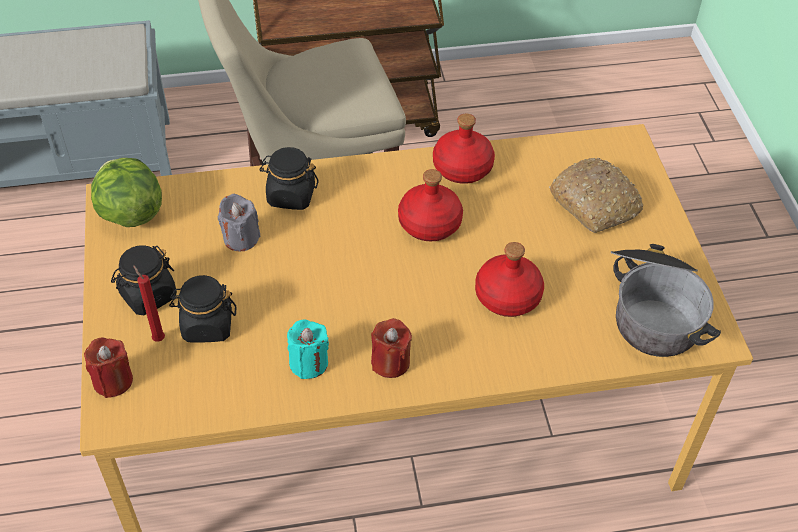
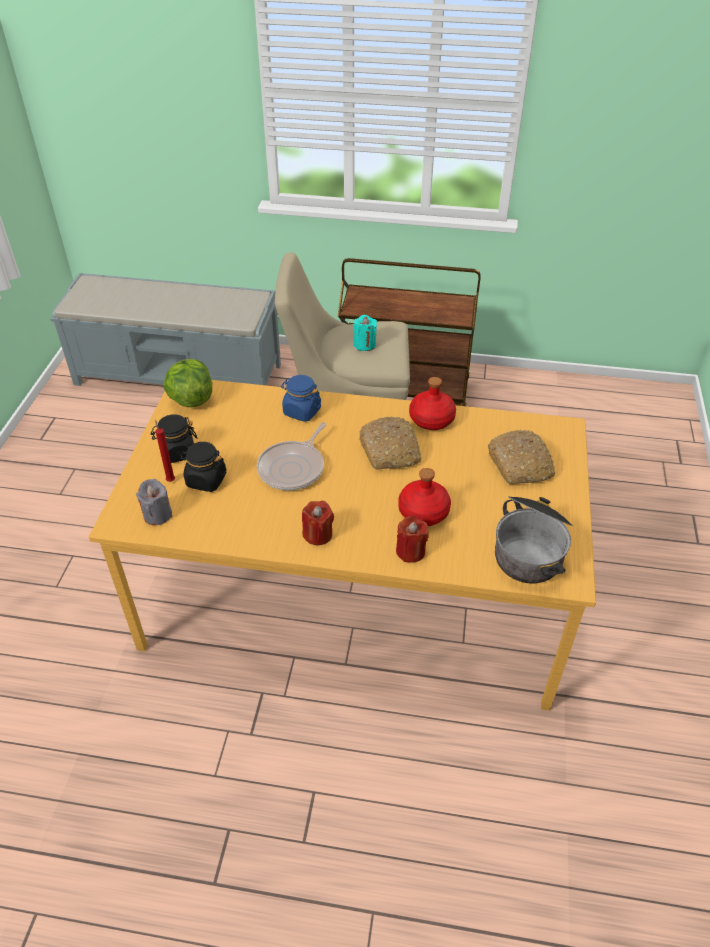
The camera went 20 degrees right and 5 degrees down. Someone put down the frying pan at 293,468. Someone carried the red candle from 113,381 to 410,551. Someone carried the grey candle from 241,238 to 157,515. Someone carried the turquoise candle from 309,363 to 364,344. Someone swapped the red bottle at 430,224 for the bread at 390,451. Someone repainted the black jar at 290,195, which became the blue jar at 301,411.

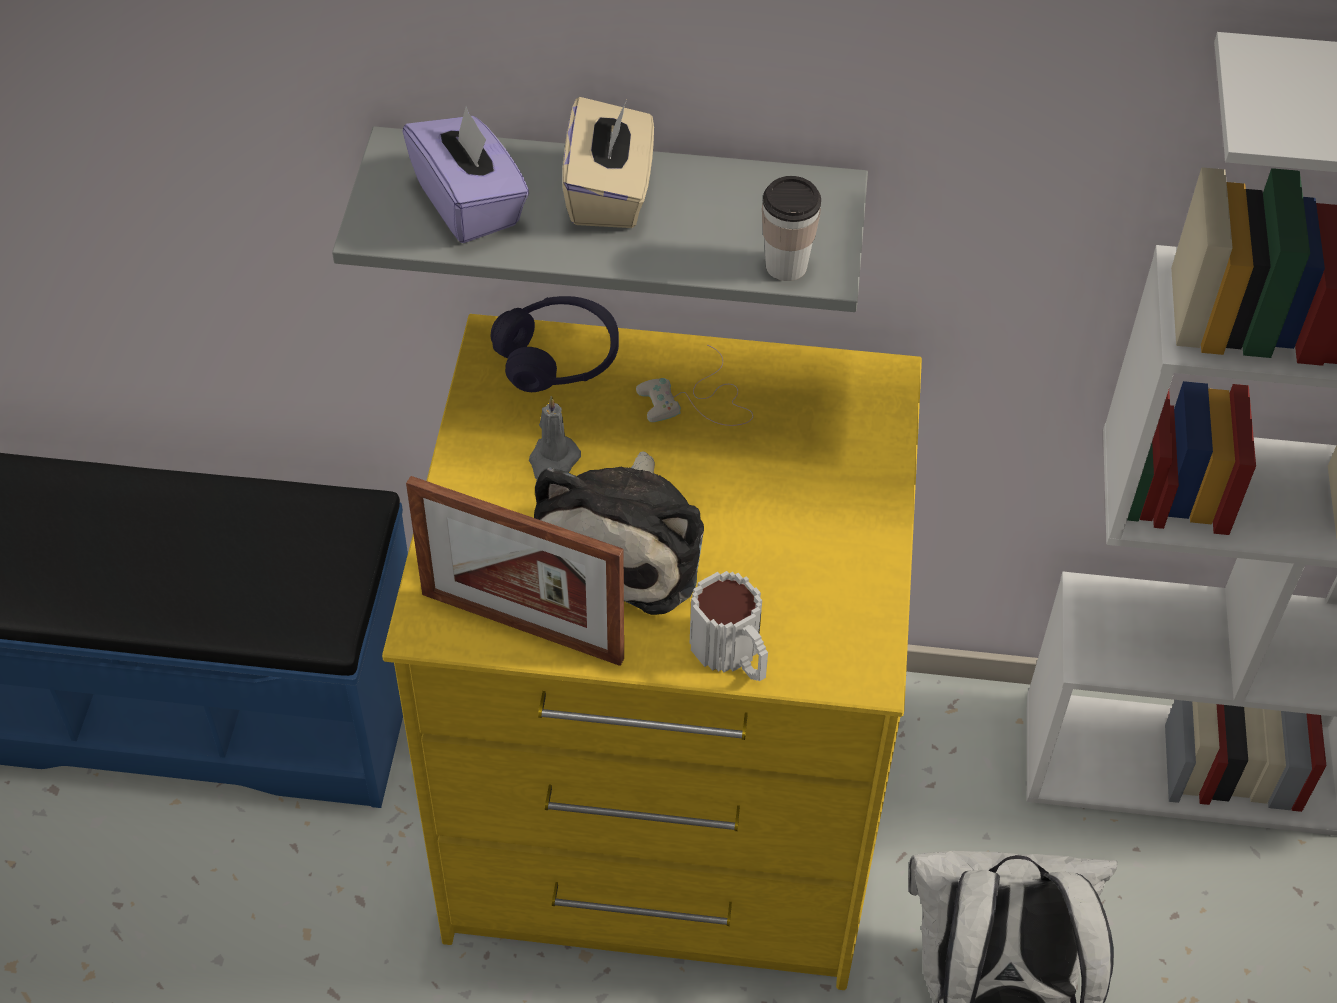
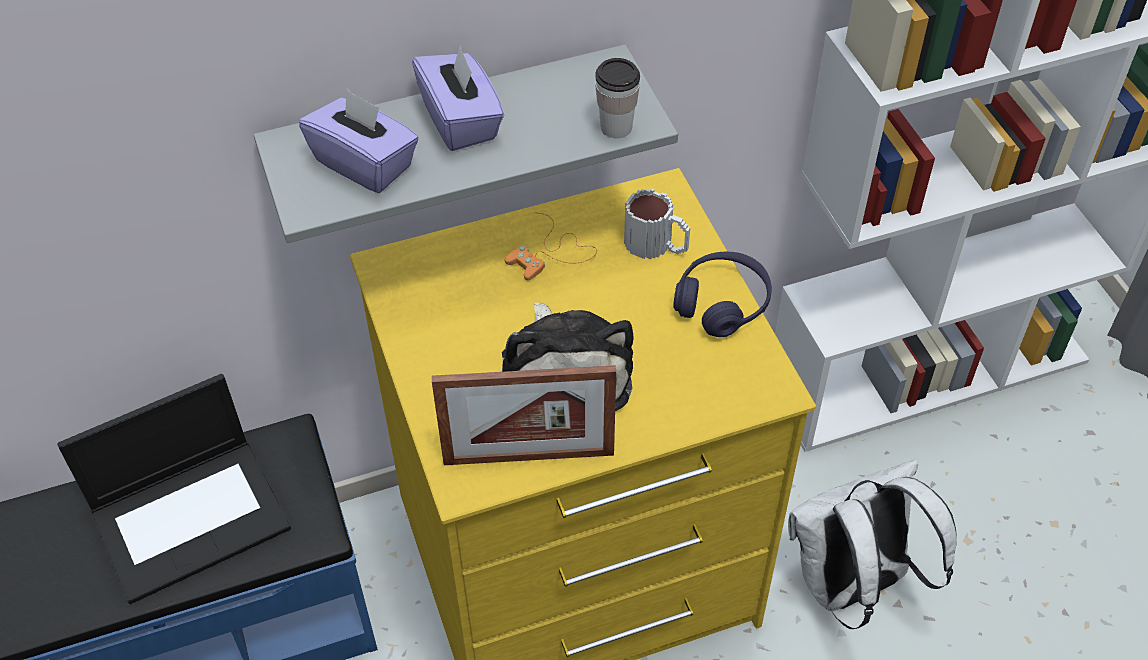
The camera went 25 degrees left and 0 degrees up. Someone took away the grey candle at 553,461. Someone put down the laptop at 192,517. Someone carried the purple headphones from 558,358 to 722,303. Someone carried the mug from 733,654 to 657,245. Someone repainted the beige tissue box at 610,193, which became the purple tissue box at 461,121. Someone repainted the white game controller at 699,401, which became the orange game controller at 552,253.

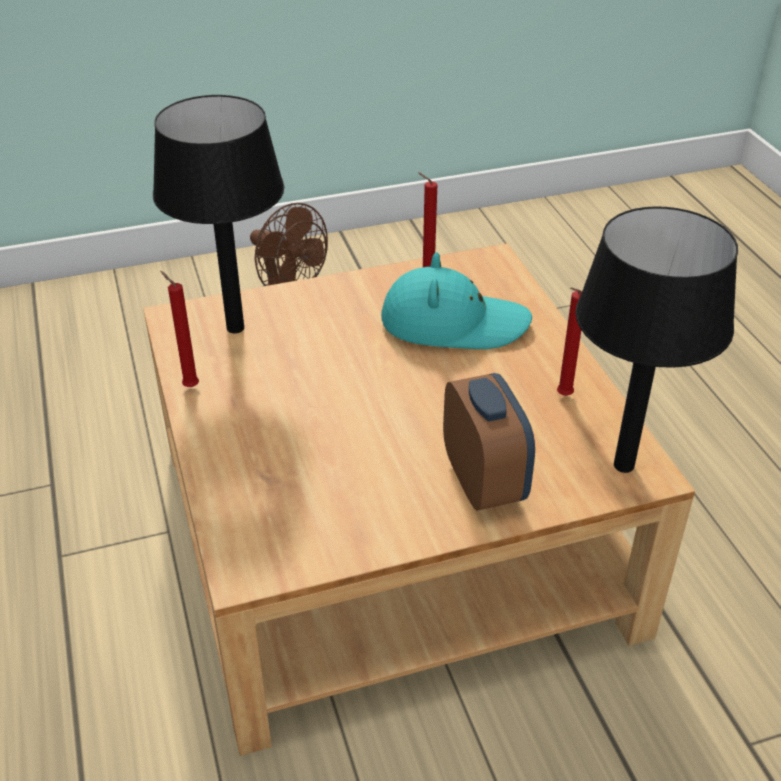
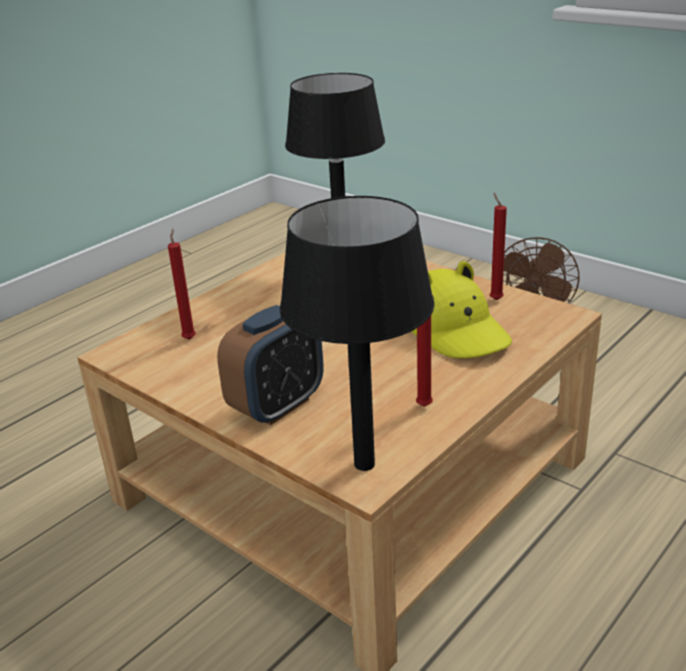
The camera went 60 degrees right and 10 degrees down. Someone carried the red candle from 189,386 to 189,338. Someone repainted the turquoise hat at 453,322, which became the yellow hat at 454,329.

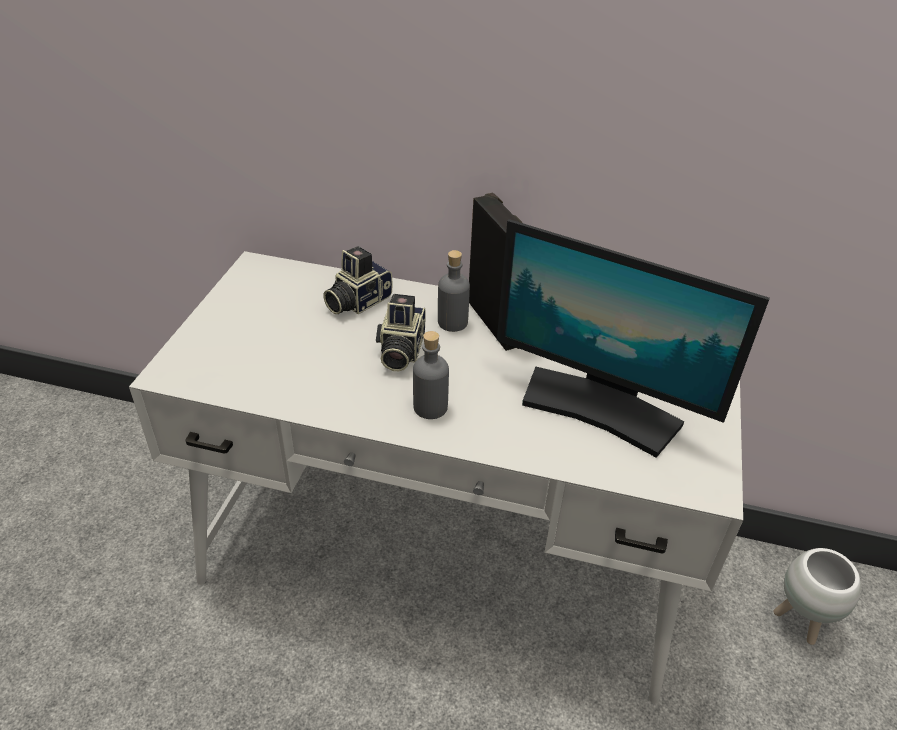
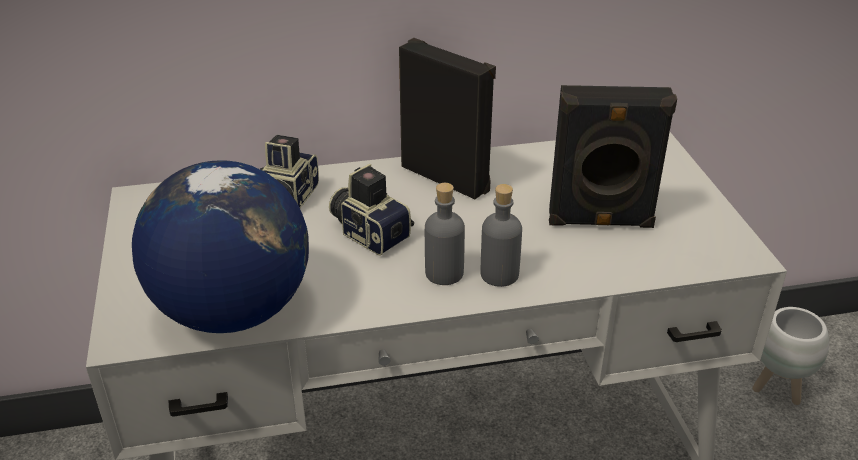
The camera went 25 degrees left and 5 degrees down. Someone put down the globe at 232,311. Someone carried the grey bottle from 452,322 to 499,274. Someone swapped the monitor at 600,408 for the black speaker at 600,222. Someone rotated the photo camera at 399,351 by 150 degrees clockwise.

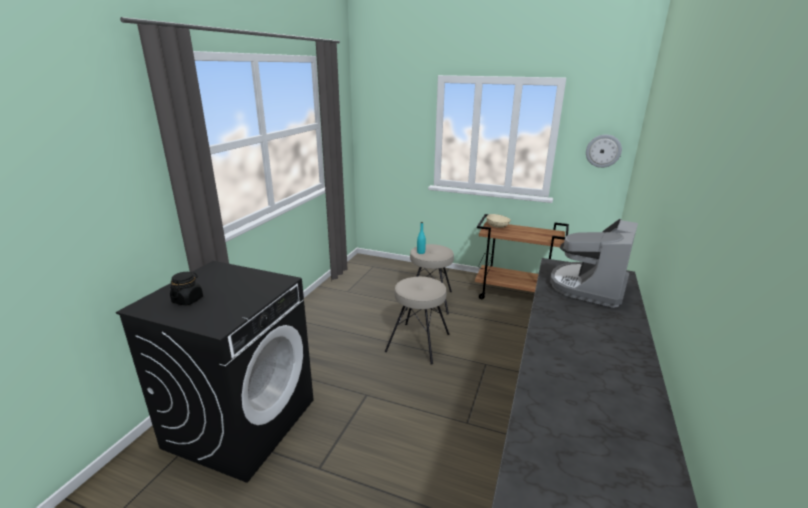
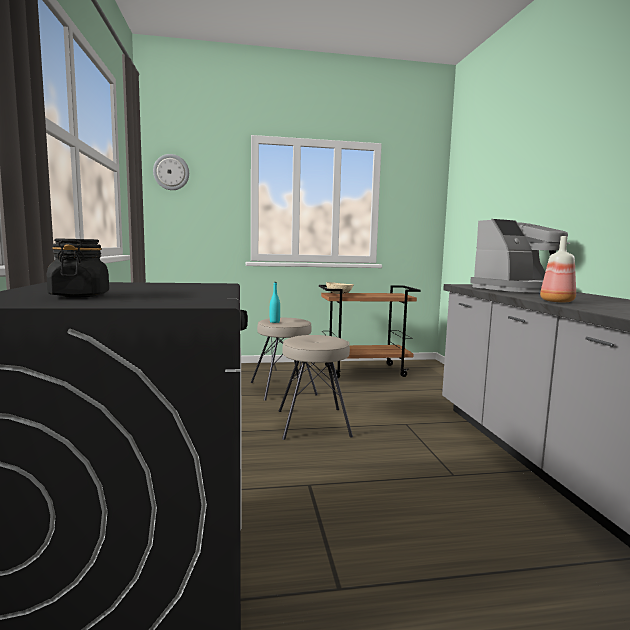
The camera went 30 degrees left and 15 degrees down. Someone put down the bottle at 557,301. Someone carried the wall clock from 603,151 to 171,172. Someone rotated the coffee machine at 589,286 by 120 degrees counterclockwise.

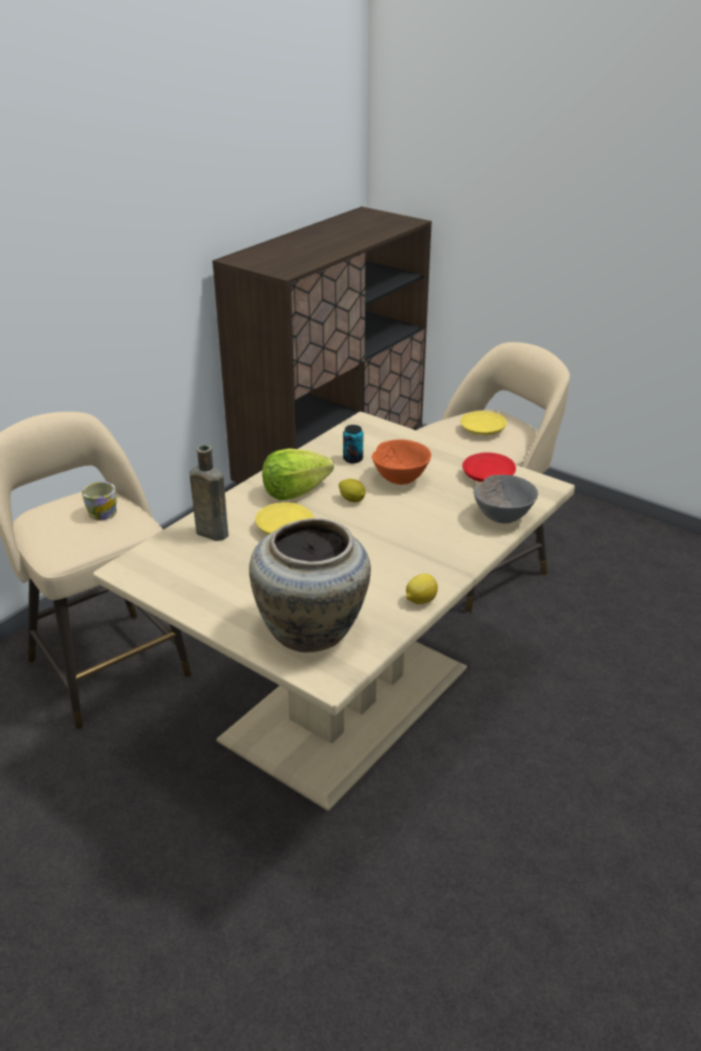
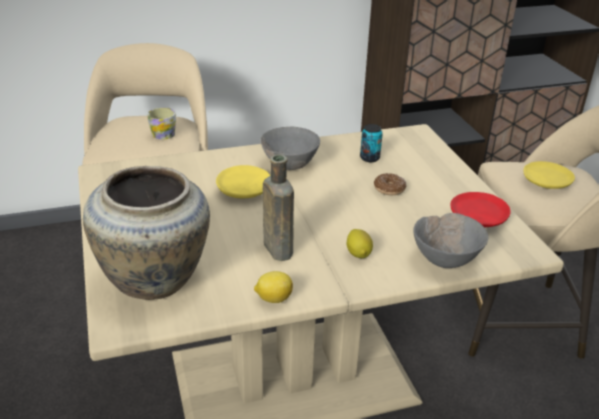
The camera went 35 degrees right and 0 degrees up. Someone carried the brown bottle from 210,532 to 277,248. Someone carried the lemon from 352,499 to 358,253. Someone swapped the lettuce at 295,491 for the grey bowl at 289,165. Someone swapped the orange bowl at 399,479 for the donut at 389,189.

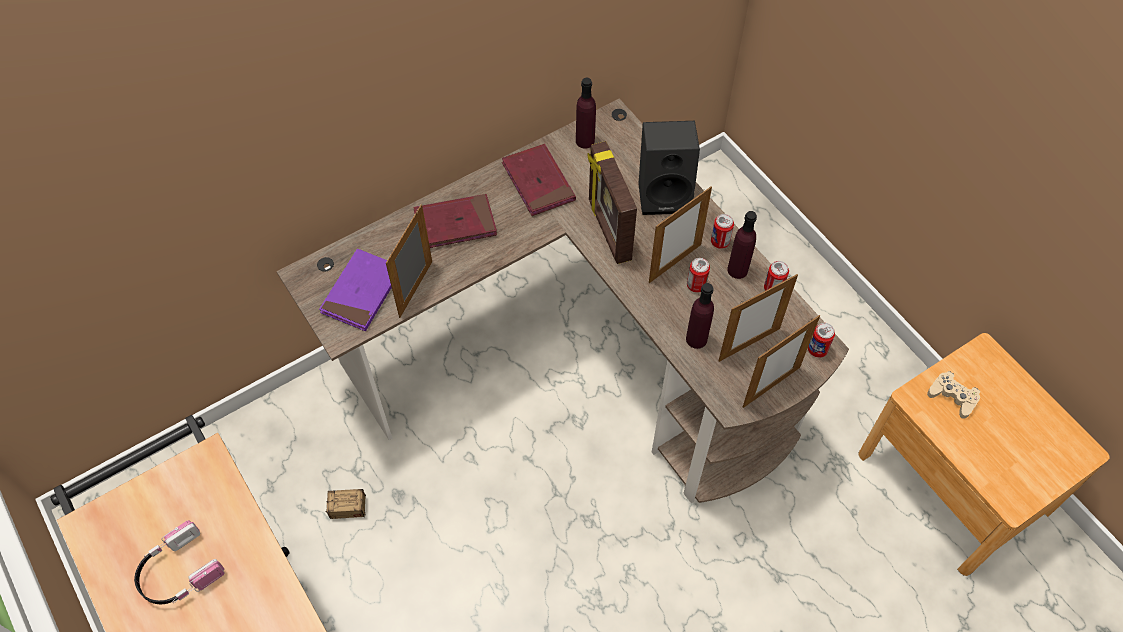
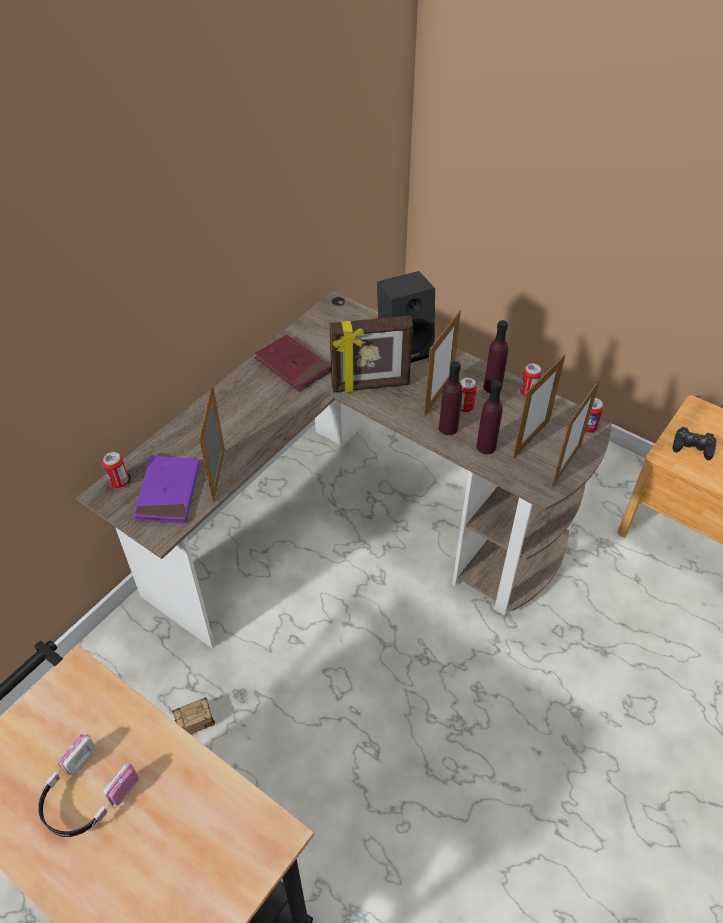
The camera went 20 degrees left and 10 degrees down. Someone took away the red book at 455,224. Someone carried the purple bottle from 585,141 to 448,428. Someone carried the can from 720,242 to 119,482. Someone repainted the beige game controller at 952,397, which became the black game controller at 692,447. Someone rotated the picture frame at 608,230 by 60 degrees counterclockwise.

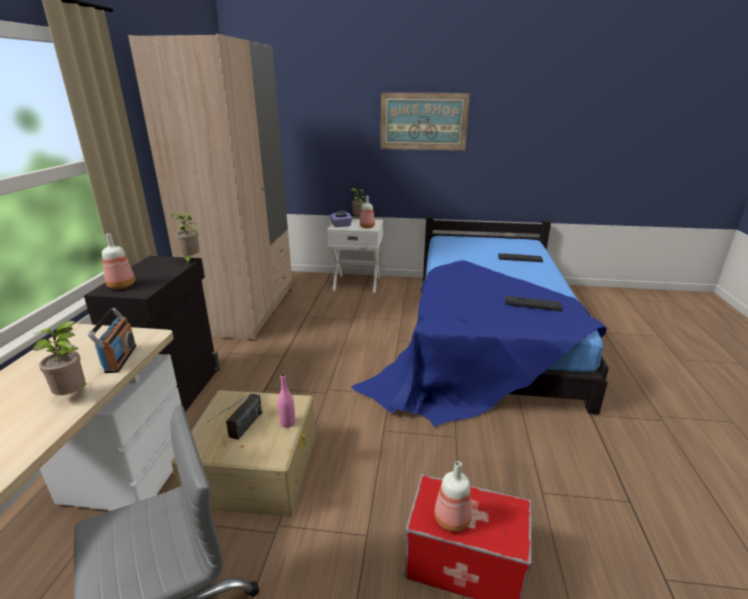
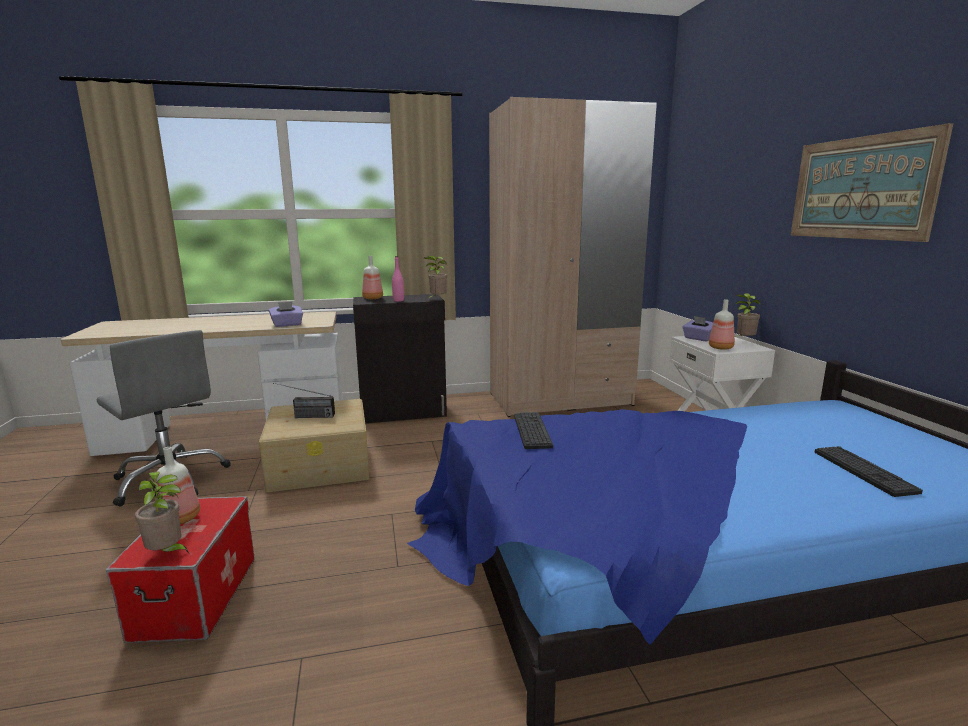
The camera went 70 degrees right and 10 degrees down. Someone carried the potted plant from 74,395 to 167,553. Someone carried the pink bottle from 287,423 to 398,300. Someone carried the keyboard from 532,304 to 532,431. Someone swapped the radio at 120,359 for the purple tissue box at 287,325.

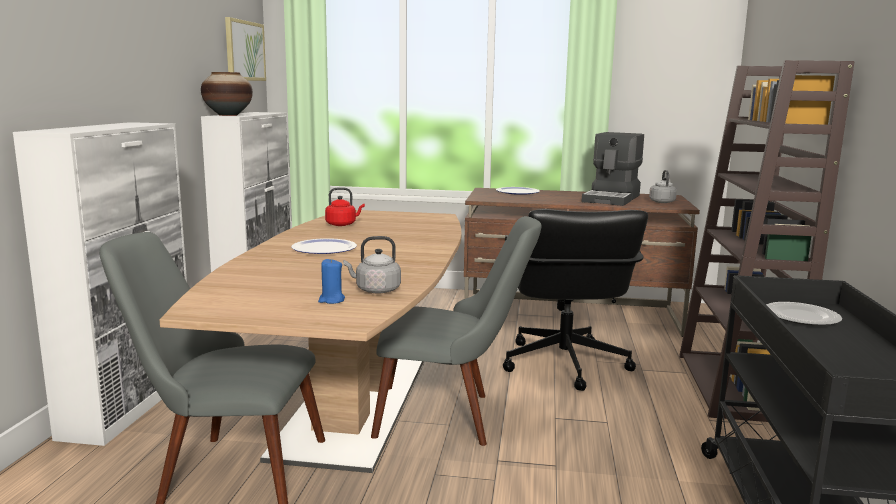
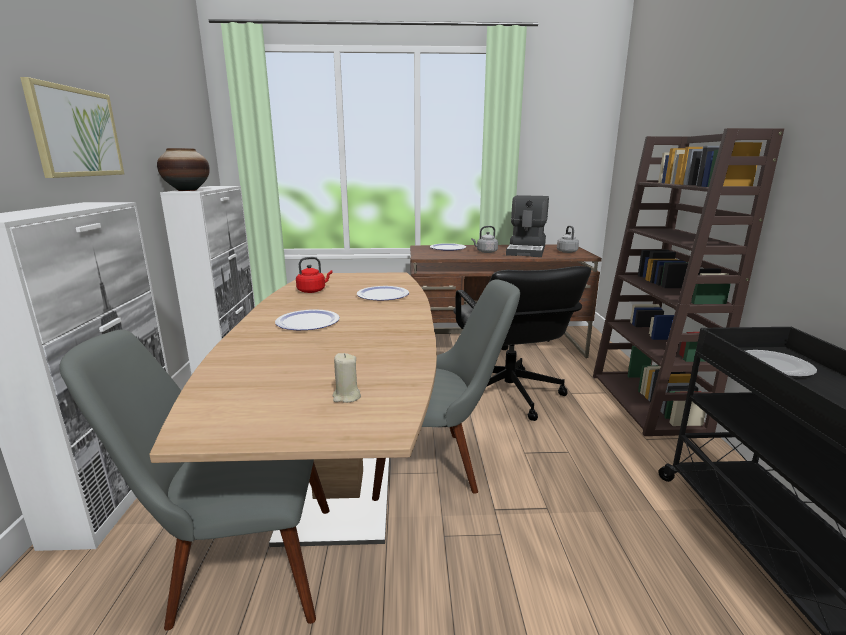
The camera went 10 degrees left and 5 degrees up. Someone put down the plate at 383,295. Someone carried the picture from 244,51 to 76,132. Someone carried the grey kettle from 375,290 to 485,252. Someone repainted the blue candle at 331,300, which became the beige candle at 346,397.

